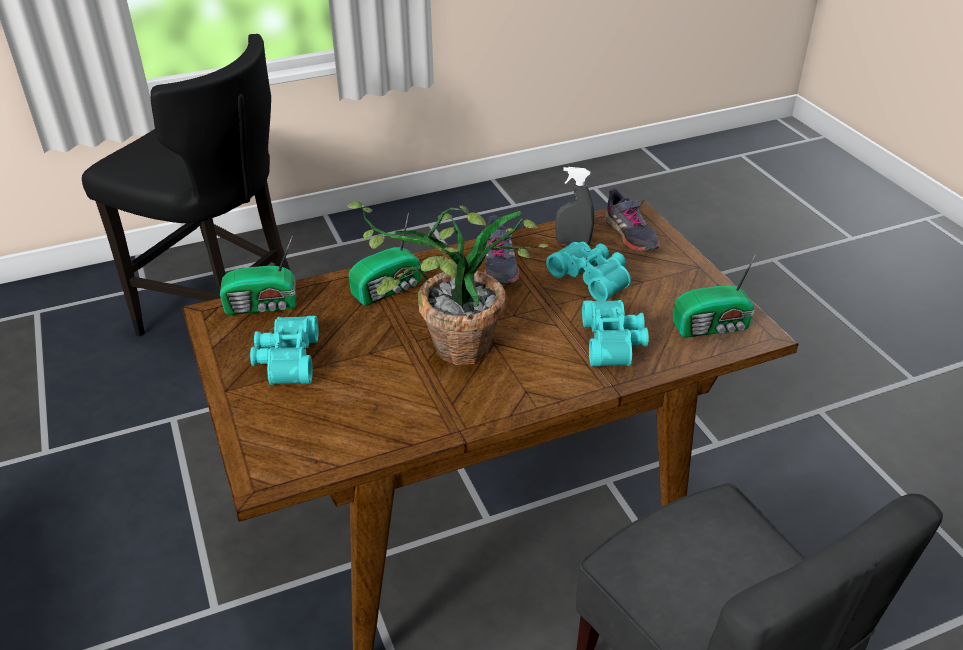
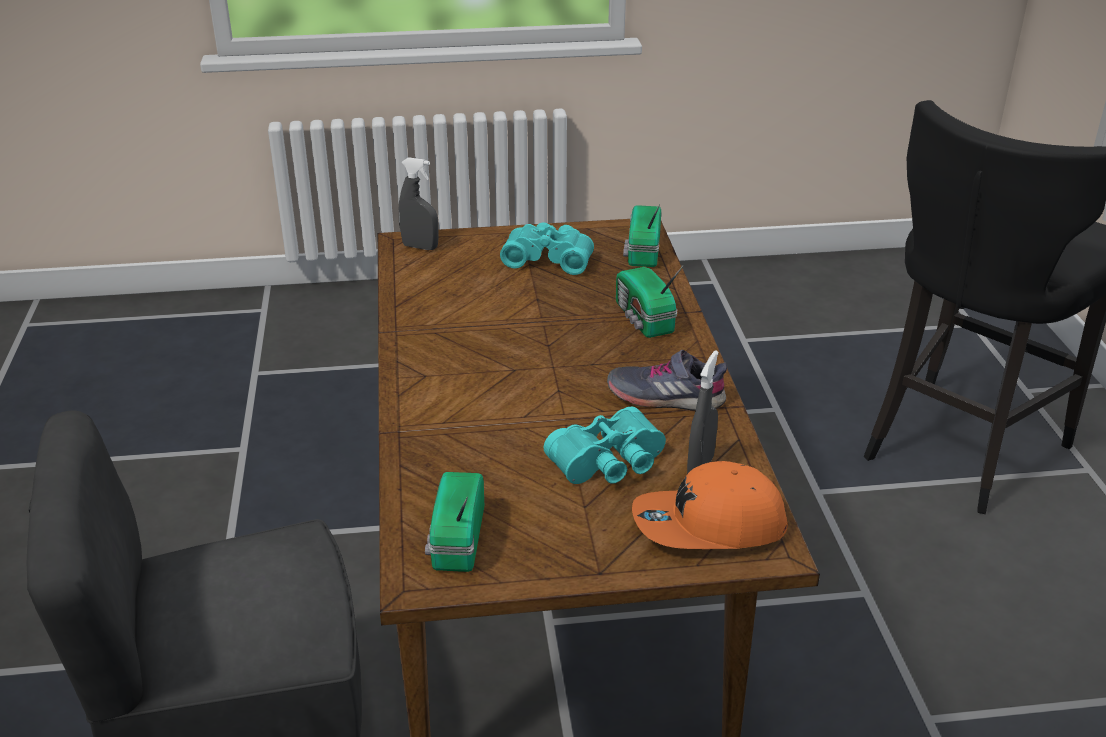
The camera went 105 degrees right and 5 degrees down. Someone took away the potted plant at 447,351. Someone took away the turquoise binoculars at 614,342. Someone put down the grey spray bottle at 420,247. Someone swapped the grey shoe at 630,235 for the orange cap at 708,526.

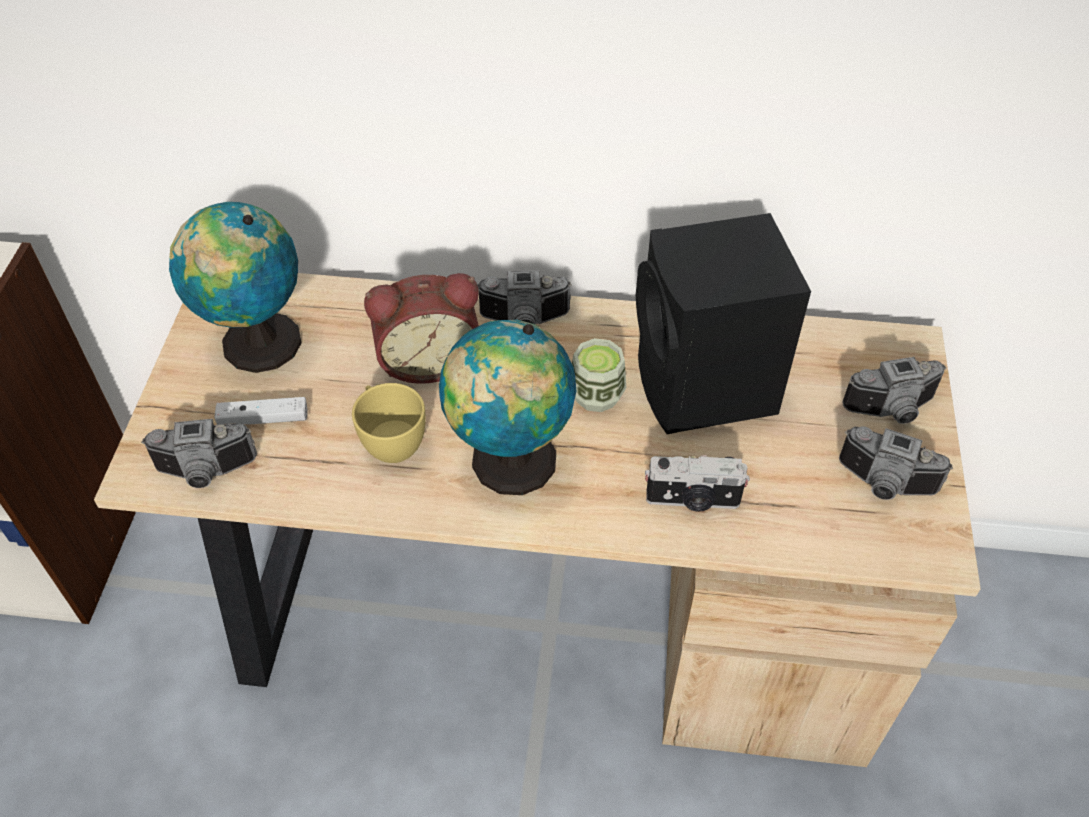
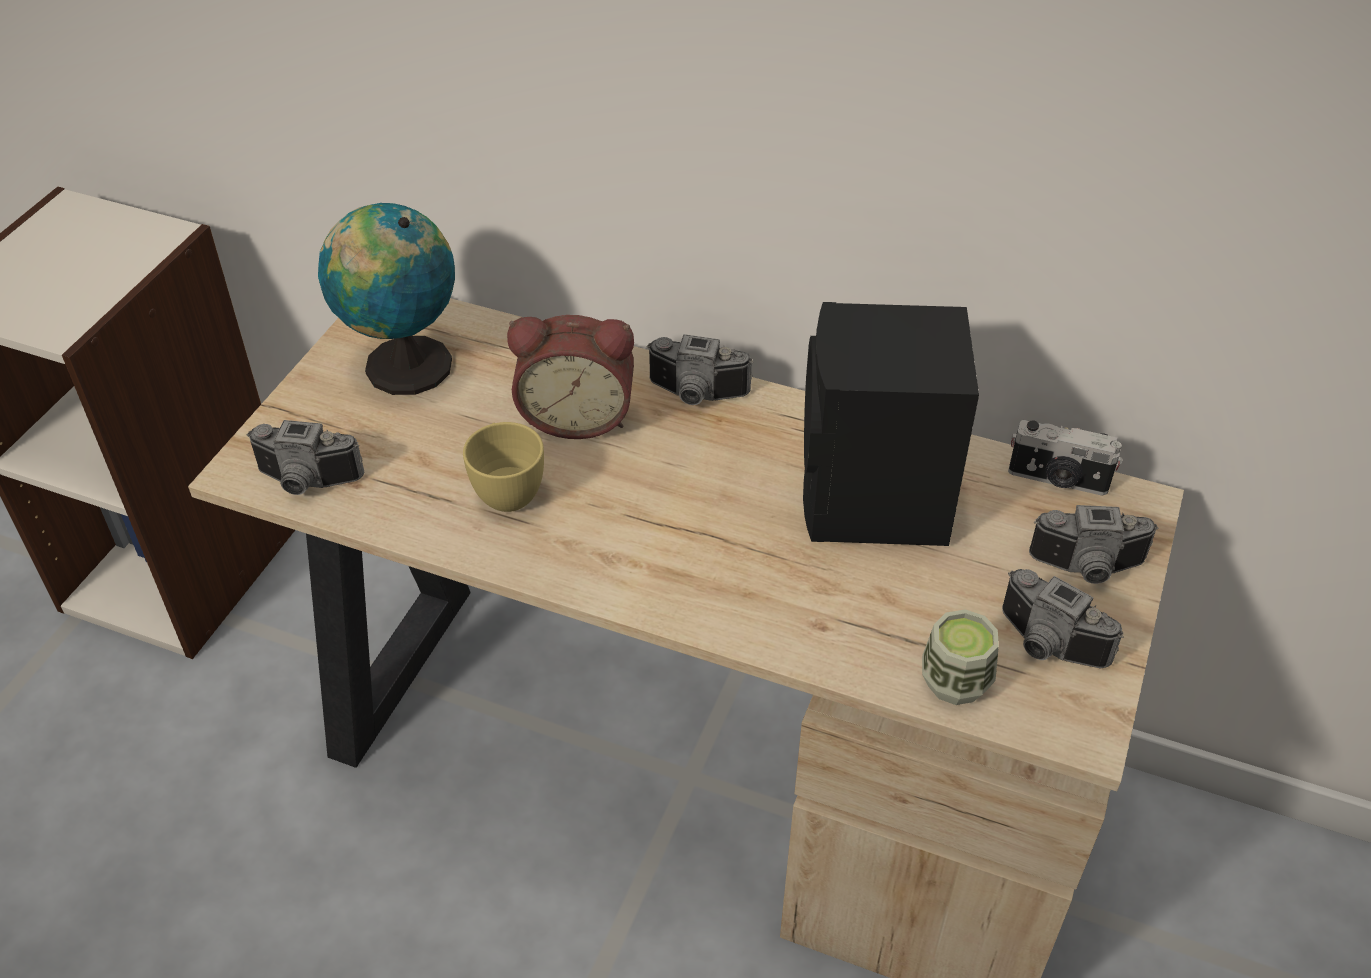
The camera went 15 degrees right and 5 degrees down. Someone took away the white game controller at 263,419. Someone took away the globe at 509,464. Someone carried the cup from 596,395 to 955,681. Someone carried the photo camera from 693,501 to 1058,480.

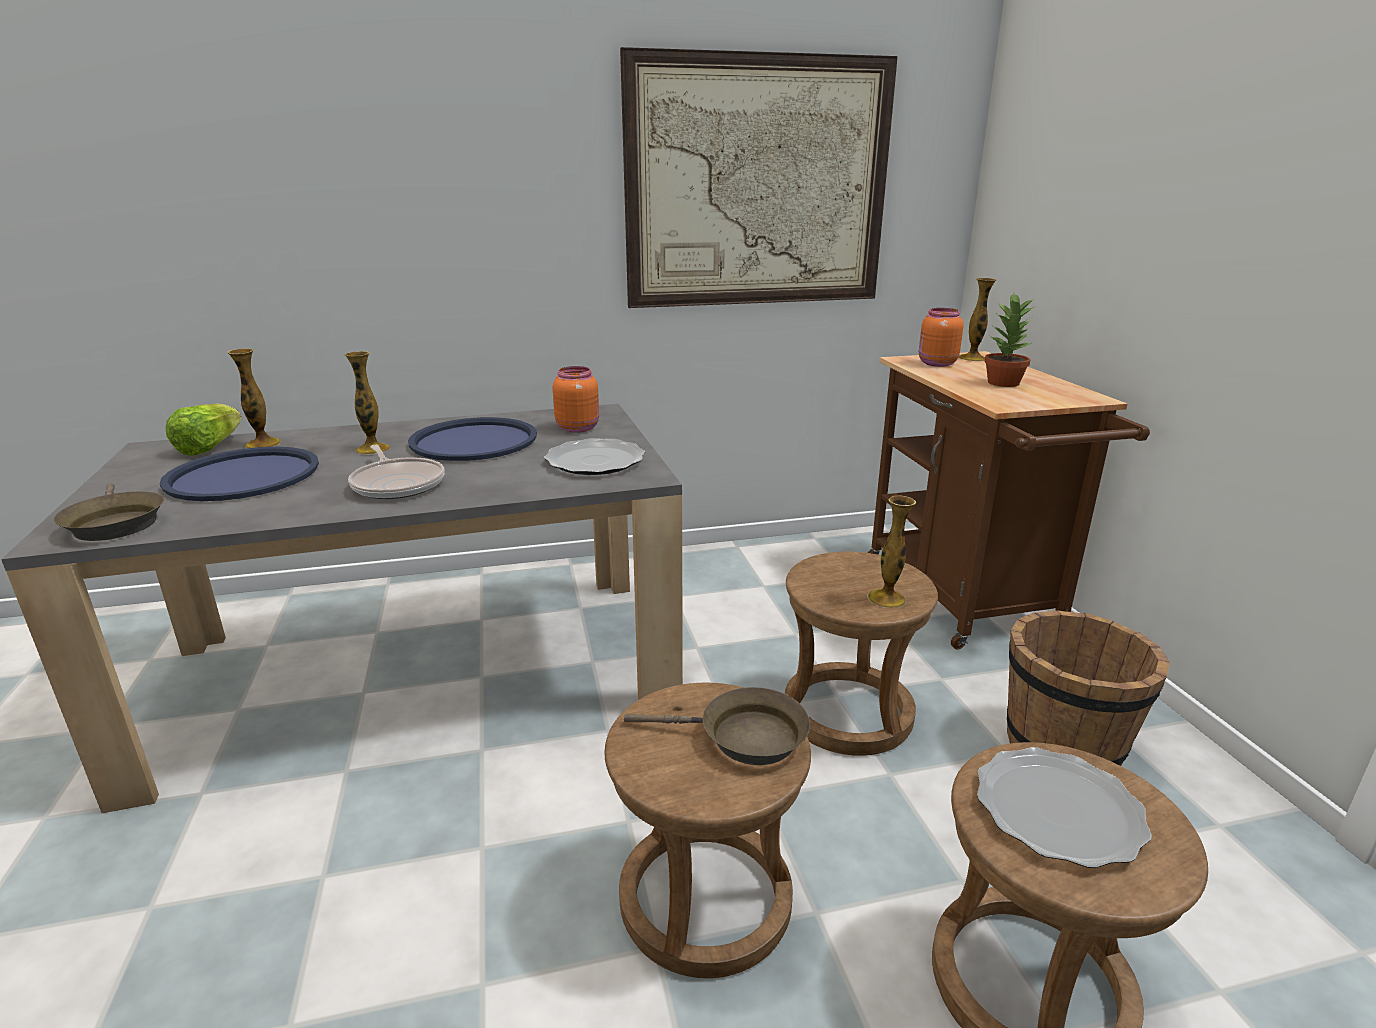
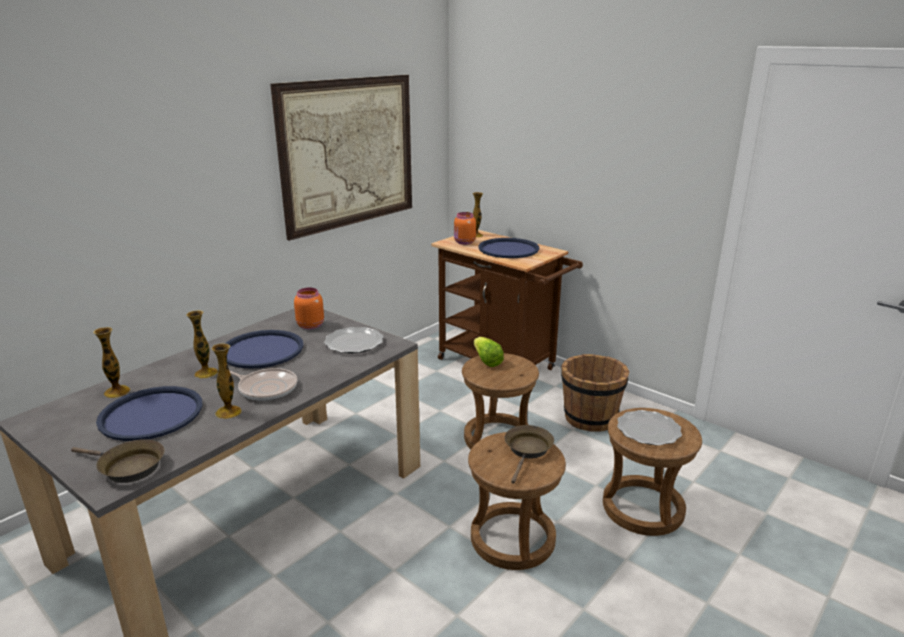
The camera went 35 degrees left and 0 degrees up. Someone carried the lettuce from 209,448 to 486,361. Someone carried the vase from 886,599 to 228,412. Someone swapped the potted plant at 1004,383 for the blue tray at 508,249. Someone rotated the brown frying pan at 744,737 by 45 degrees counterclockwise.

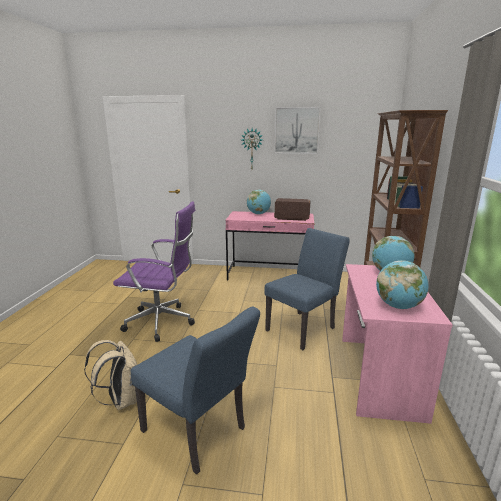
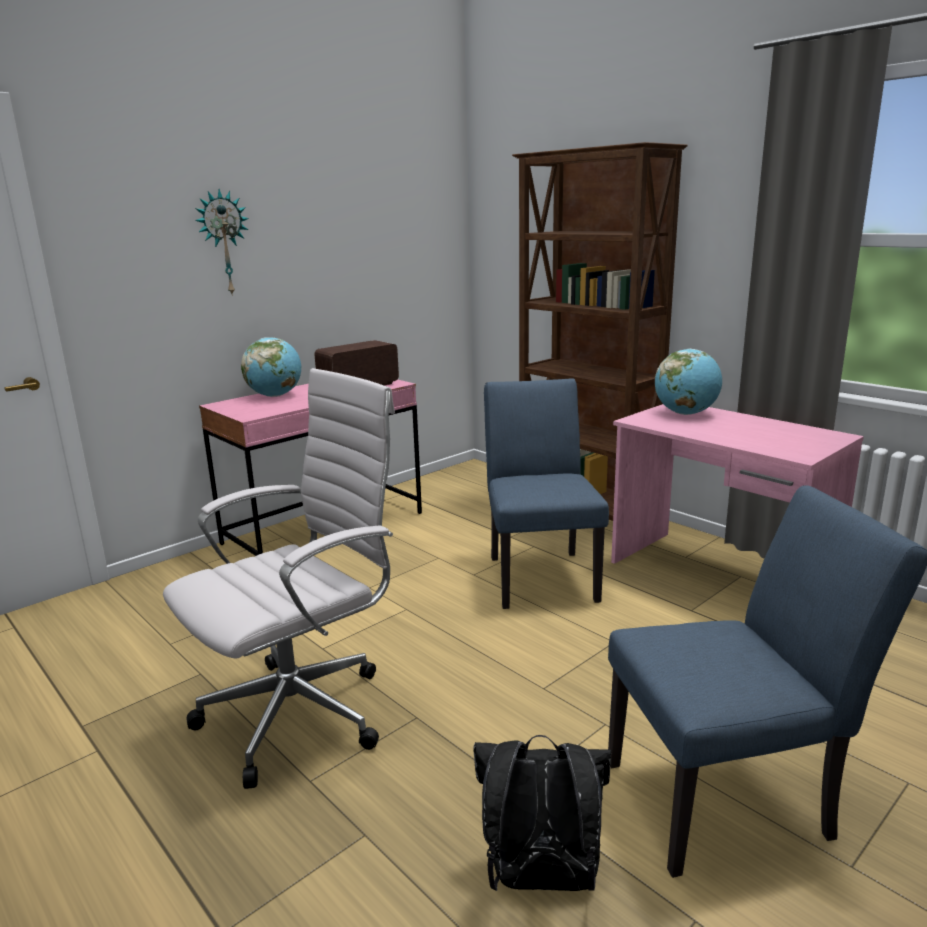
The camera went 50 degrees left and 0 degrees up. Someone took away the picture at 296,130. Someone took away the globe at 398,306. Someone repainted the beige backpack at 121,400, which became the black backpack at 541,879. Someone repainted the purple office chair at 163,322, which became the white office chair at 303,712.

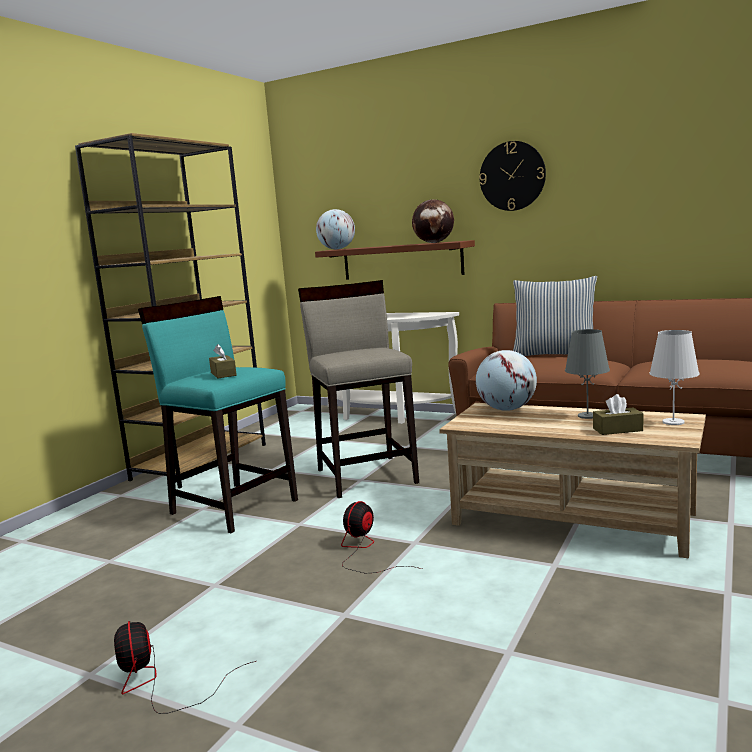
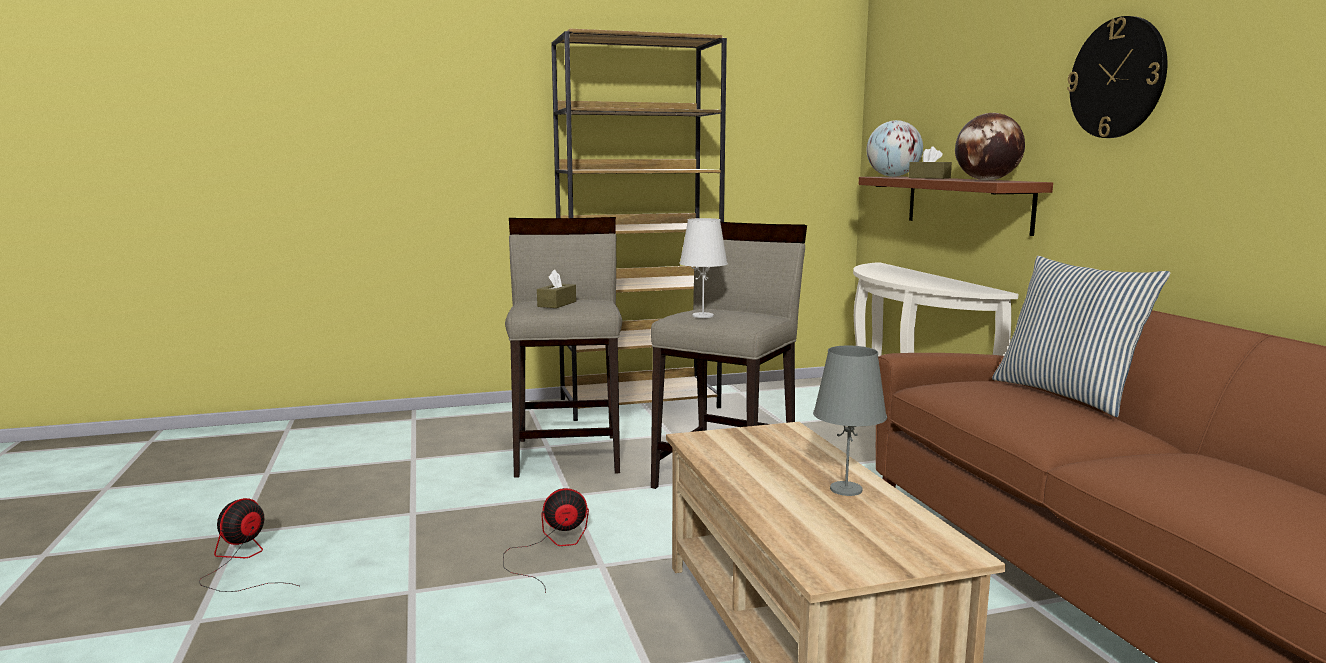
The camera went 45 degrees right and 0 degrees up. Someone took away the globe at 507,409. Someone carried the brown tissue box from 617,430 to 929,178. Someone carried the white table lamp from 673,422 to 703,316. Someone repainted the turquoise stool at 234,506, which became the beige stool at 568,455.

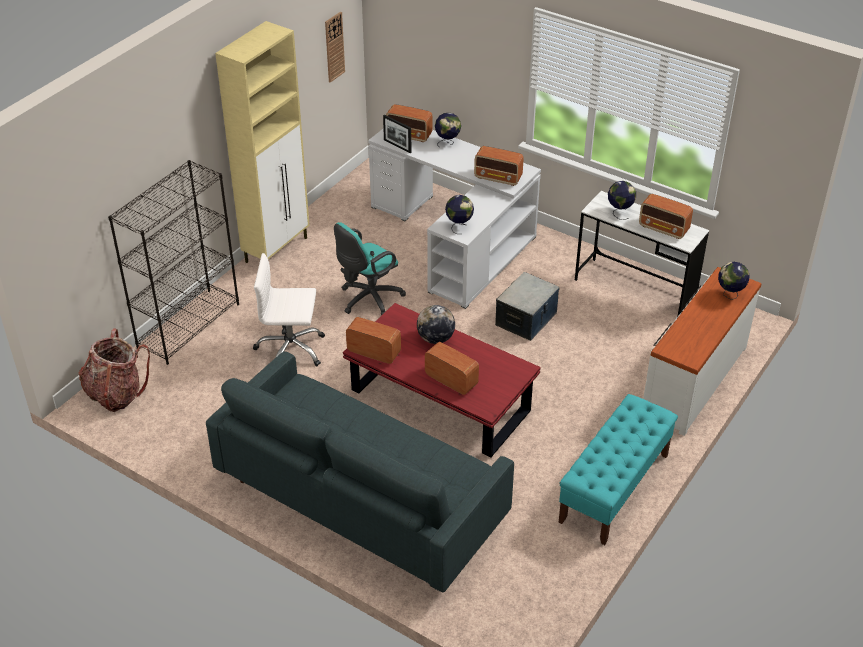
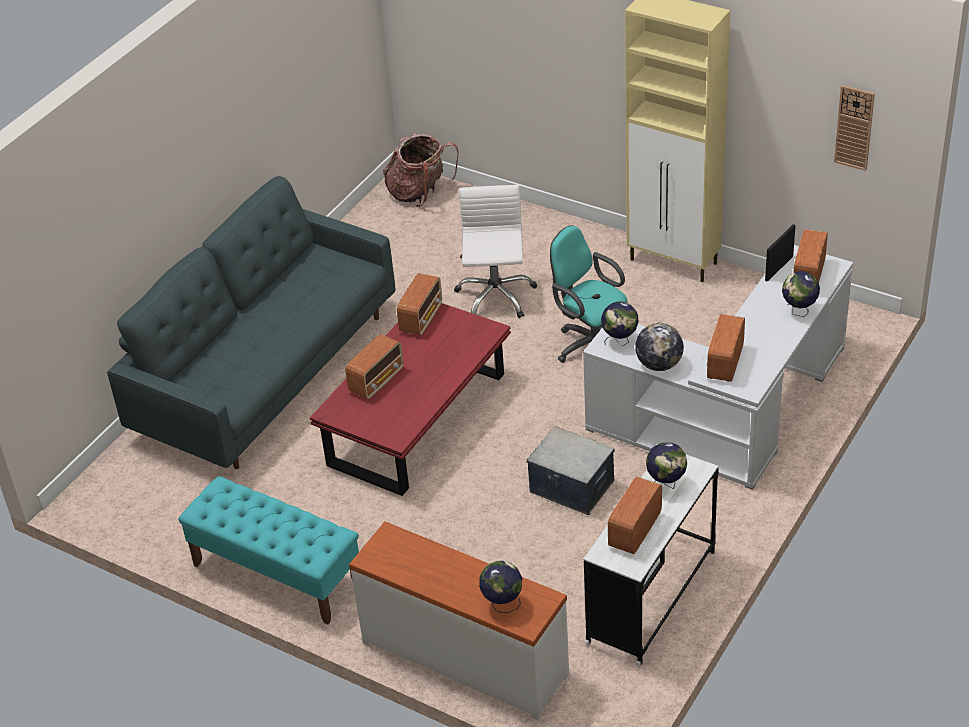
The camera went 90 degrees right and 0 degrees up. Someone took away the black bookcase at 189,325. Someone carried the globe from 435,338 to 659,364.

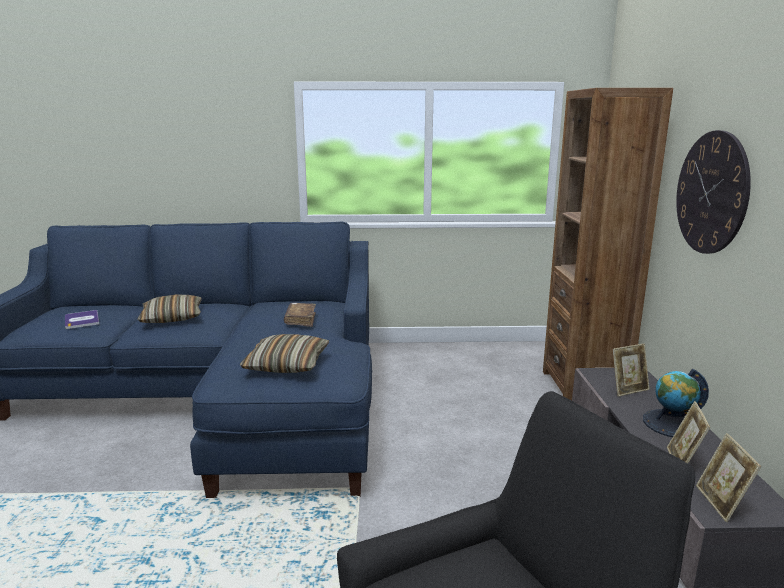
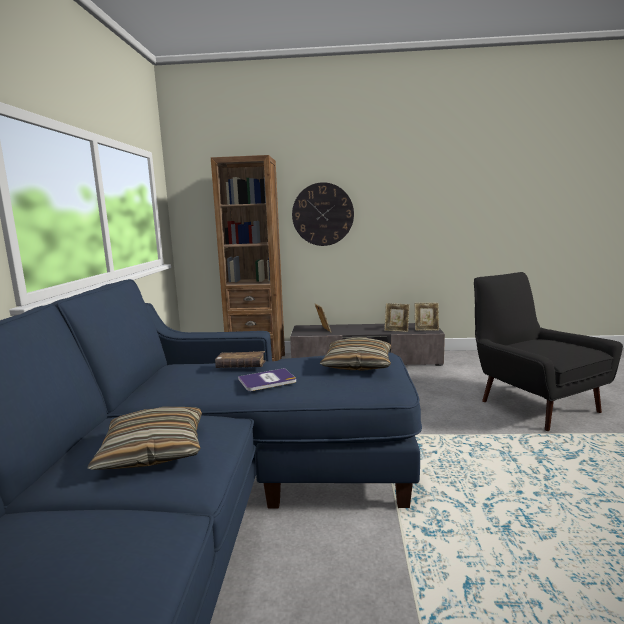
The camera went 85 degrees left and 5 degrees down. Someone took away the globe at 672,424. Someone carried the book from 82,320 to 267,380.

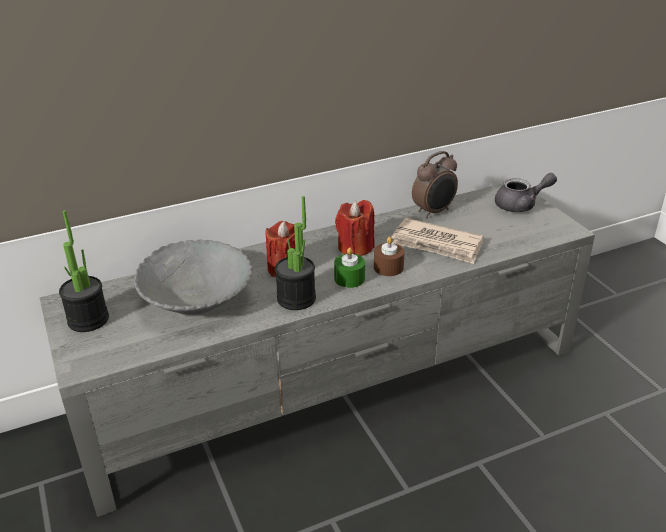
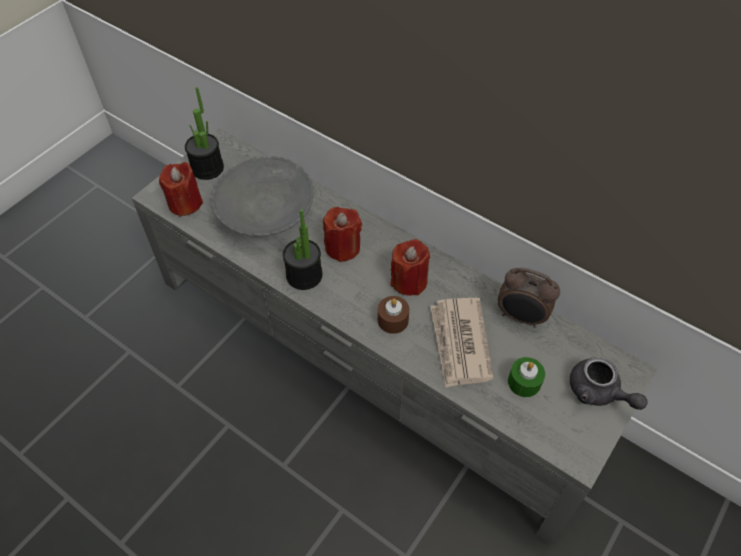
The camera went 60 degrees right and 20 degrees up. Someone put down the red candle at 185,203. Someone carried the green candle from 349,278 to 524,382.

